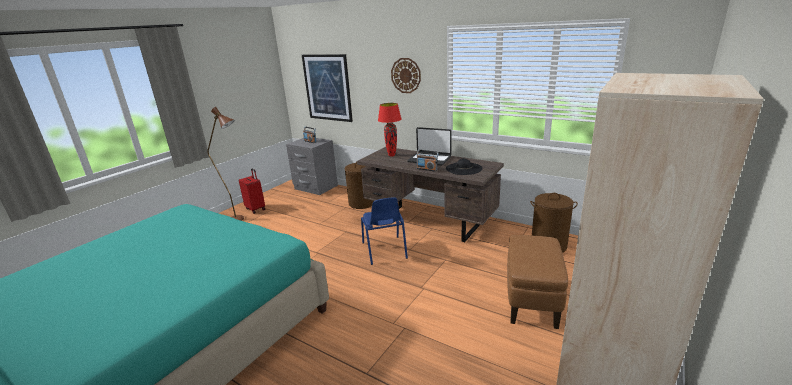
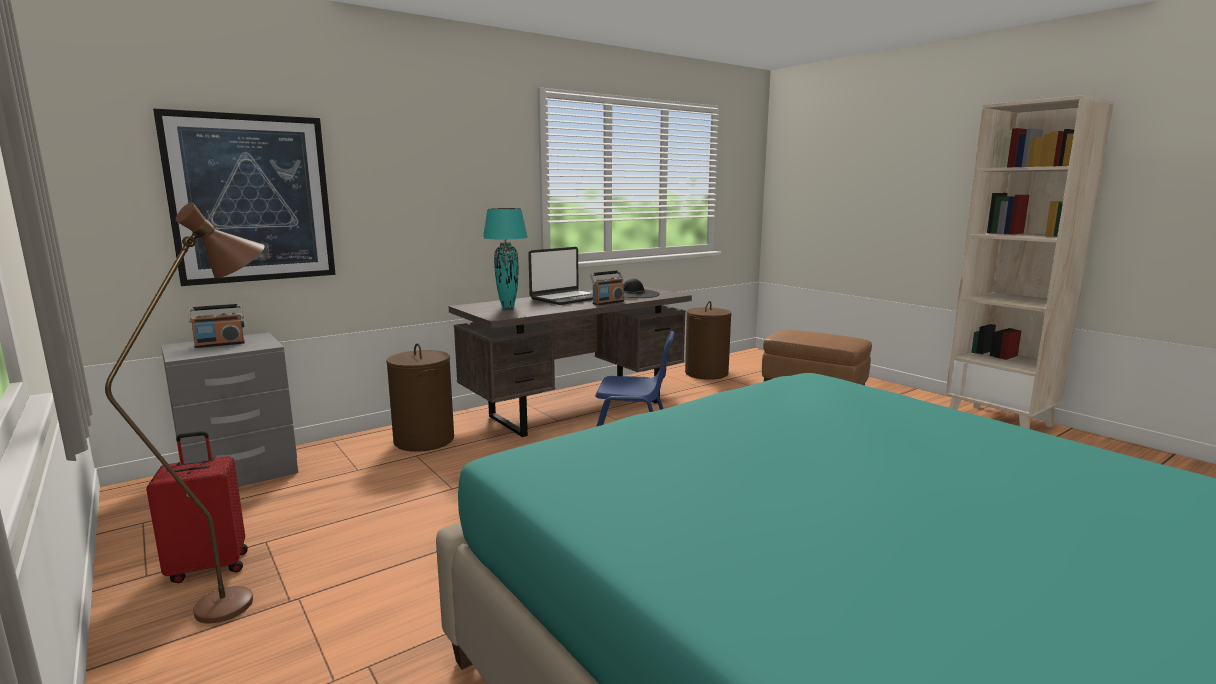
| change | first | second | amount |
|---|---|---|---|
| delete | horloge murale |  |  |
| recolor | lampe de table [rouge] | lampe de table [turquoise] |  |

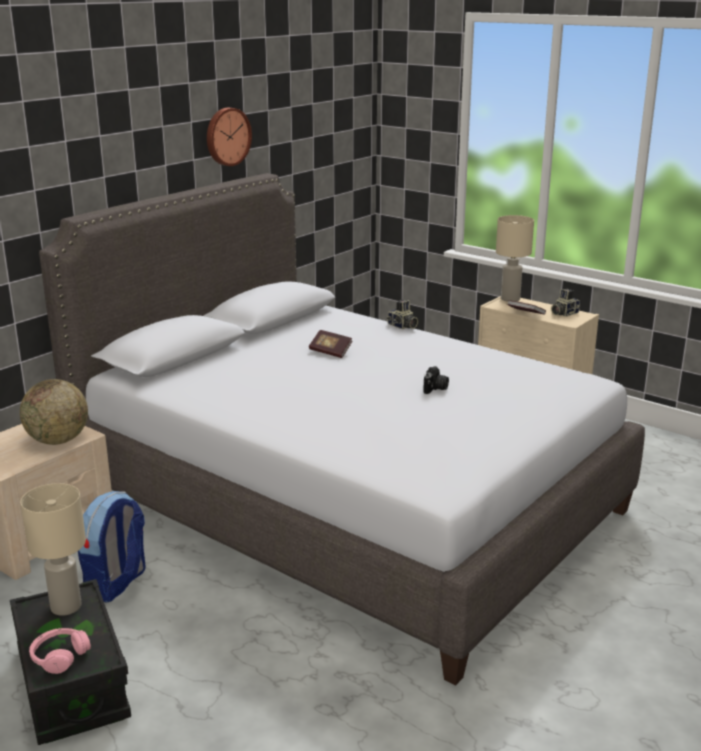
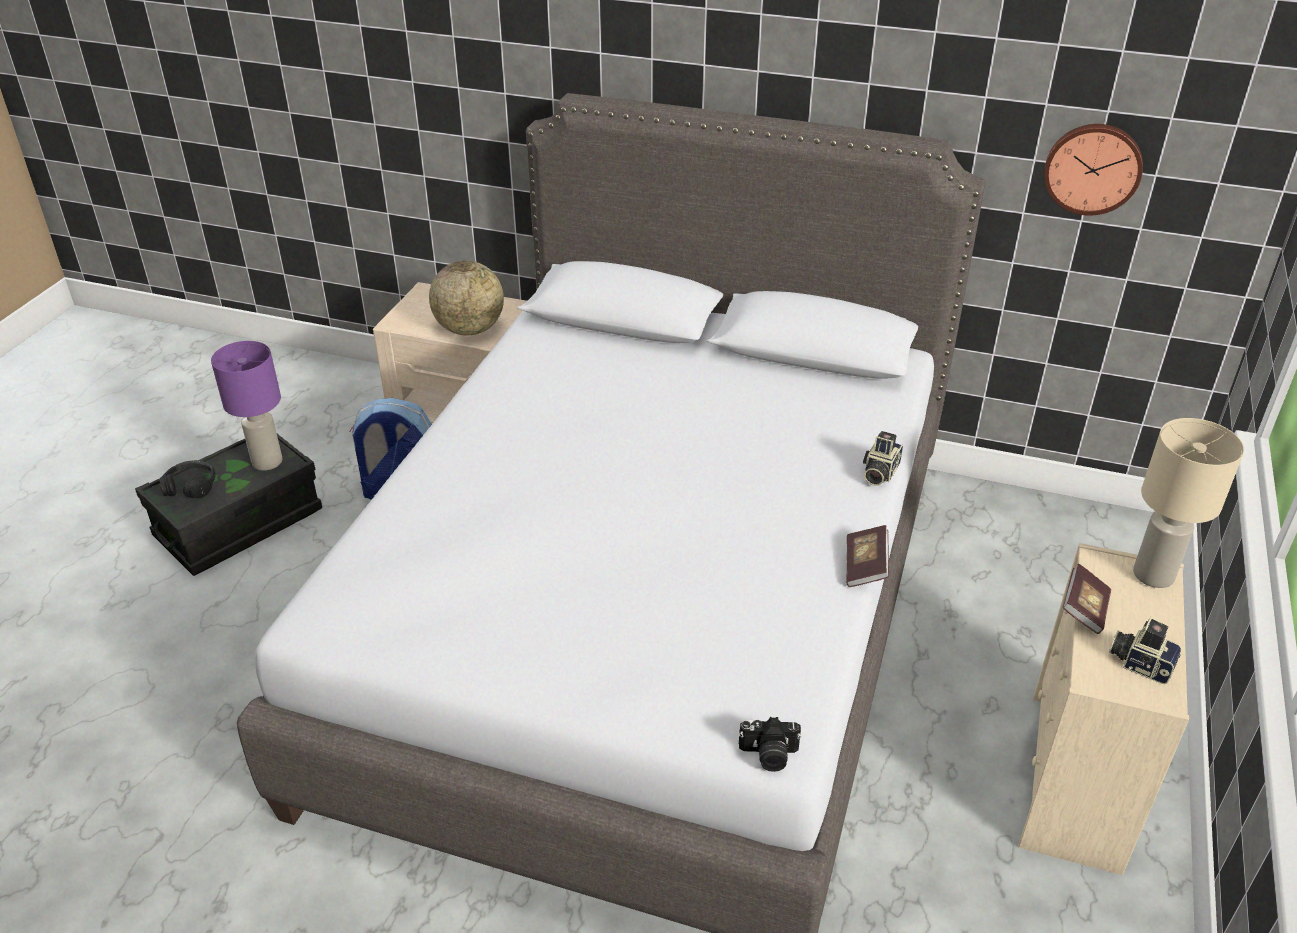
| change | first | second | amount |
|---|---|---|---|
| move | horloge murale |  |  |
| move | livre (1st from left) |  |  |
| move | appareil photo (2nd from left in the first image) | appareil photo (1st from left) |  |
| recolor | lampe de table [beige] (1st from left) | lampe de table [violet] |  |
| recolor | casque audio [rose] | casque audio [noir] |  |

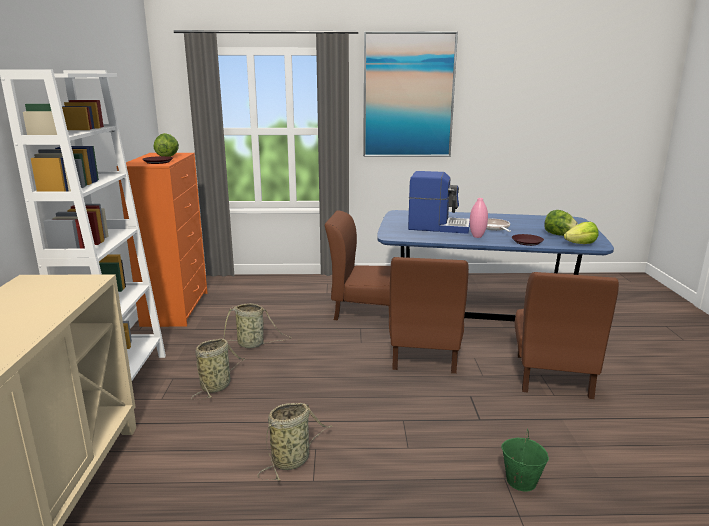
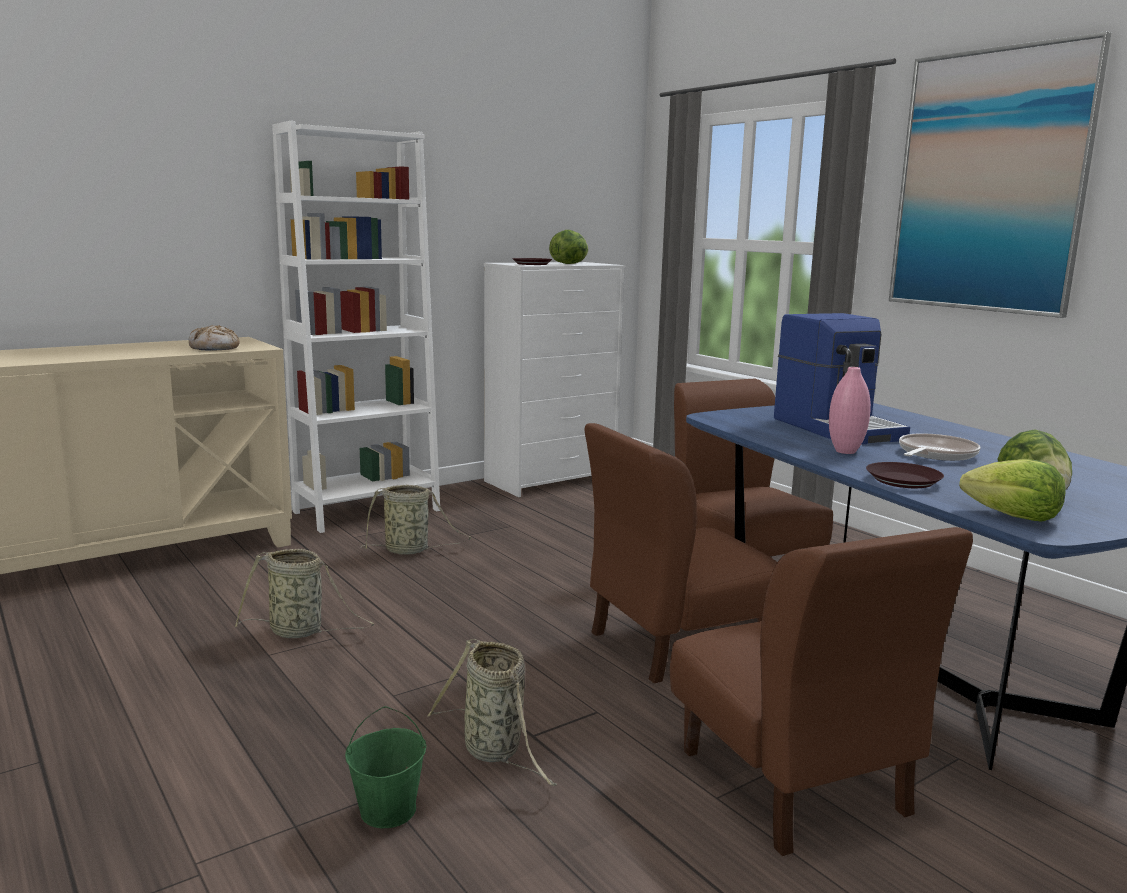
| change | first | second | amount |
|---|---|---|---|
| recolor | commode [orange] | commode [blanc] |  |
| rotate | chaise [marron] (3rd from left) |  | 90 degrees counterclockwise |
| move | panier (2nd from left in the first image) | panier (3rd from left) |  |
| insert |  | pain |  |

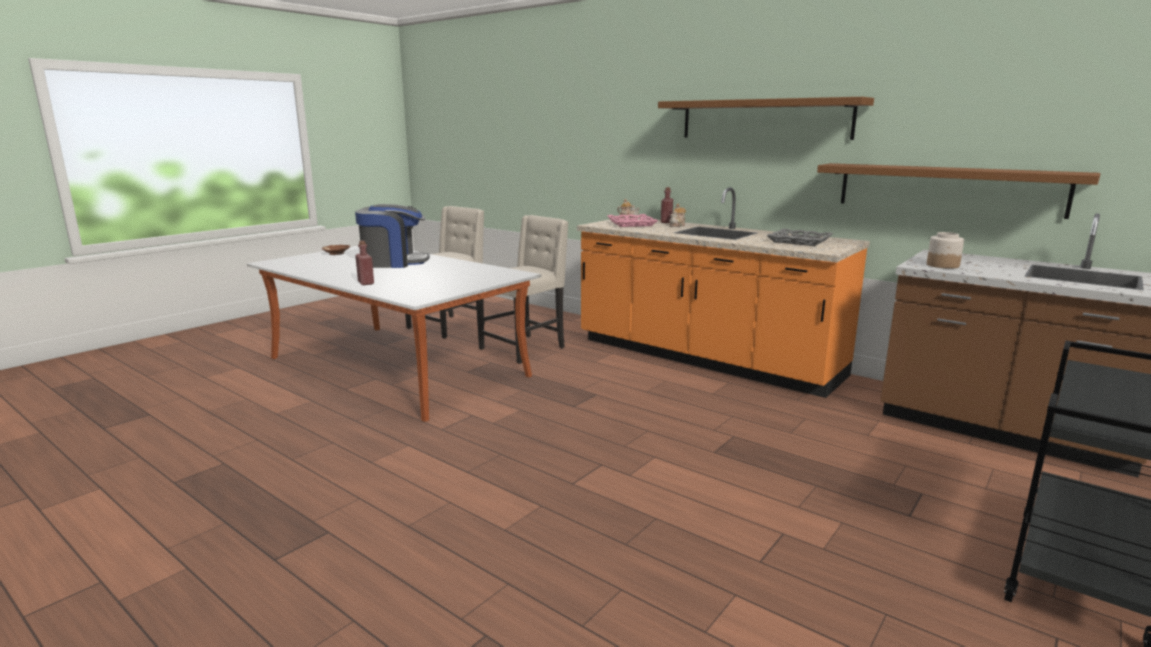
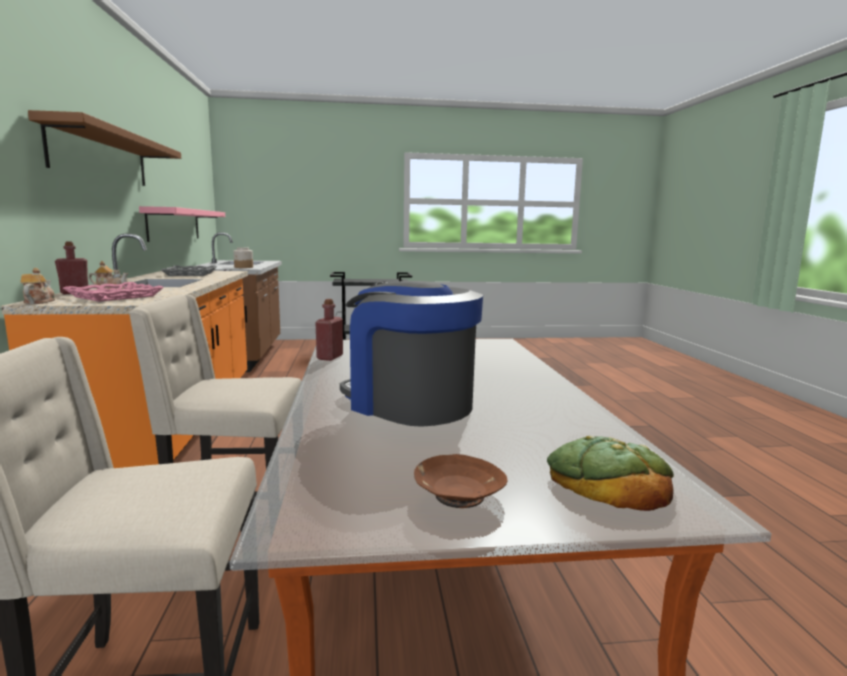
| change | first | second | amount |
|---|---|---|---|
| recolor | étagère [marron] (2nd from left) | étagère [rose] |  |
| move | bouteille [rouge] (1st from left in the first image) | bouteille [rouge] (2nd from left) |  |
| insert |  | pain |  |

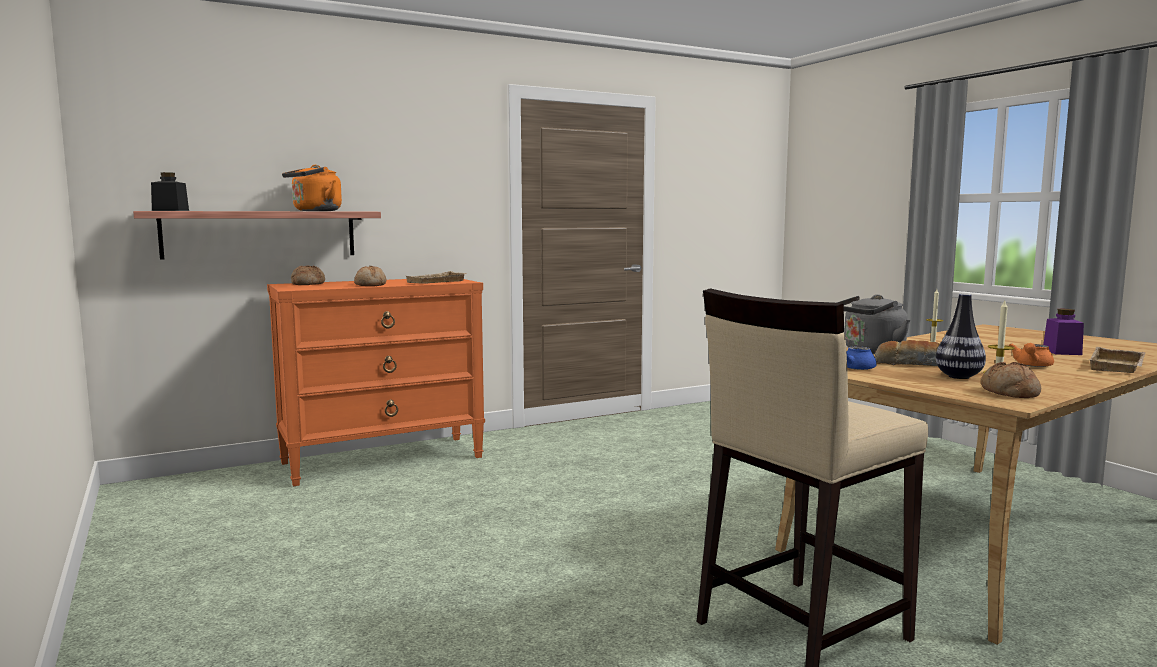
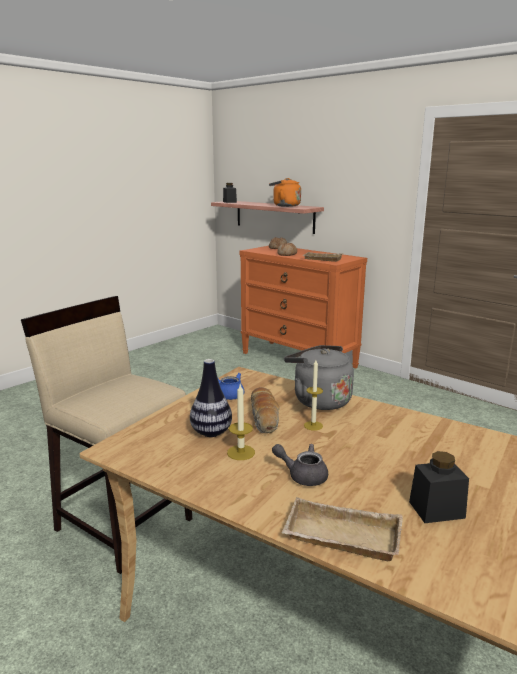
| change | first | second | amount |
|---|---|---|---|
| recolor | bocal [violet] | bocal [noir] (2nd from left) |  |
| recolor | théière [orange] | théière [gris] |  |
| delete | pain (4th from left) |  |  |

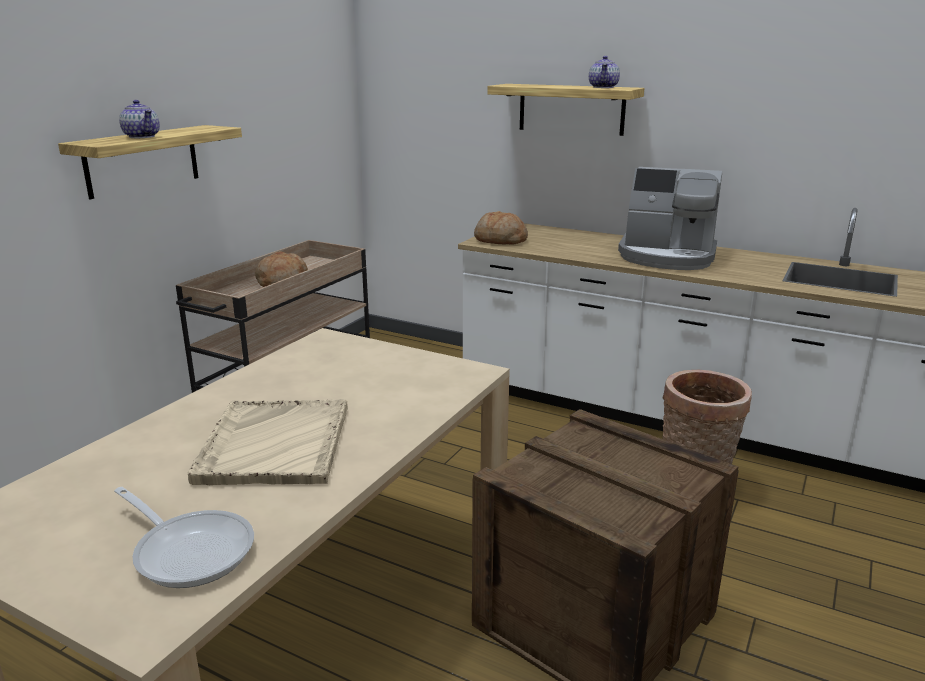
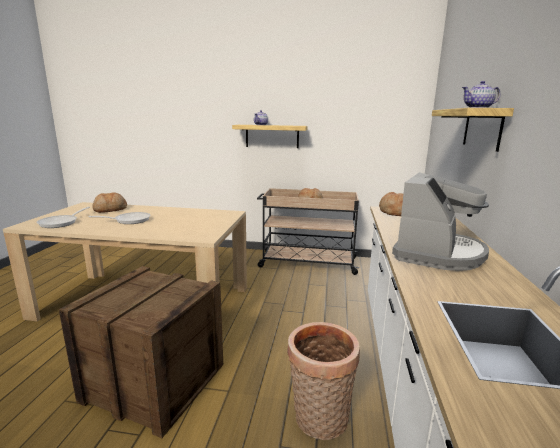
| change | first | second | amount |
|---|---|---|---|
| rotate | machine à café |  | 150 degrees counterclockwise |
| replace | plateau [beige] | poêle (2nd from left) |  |
| insert |  | pain (1st from left) |  |

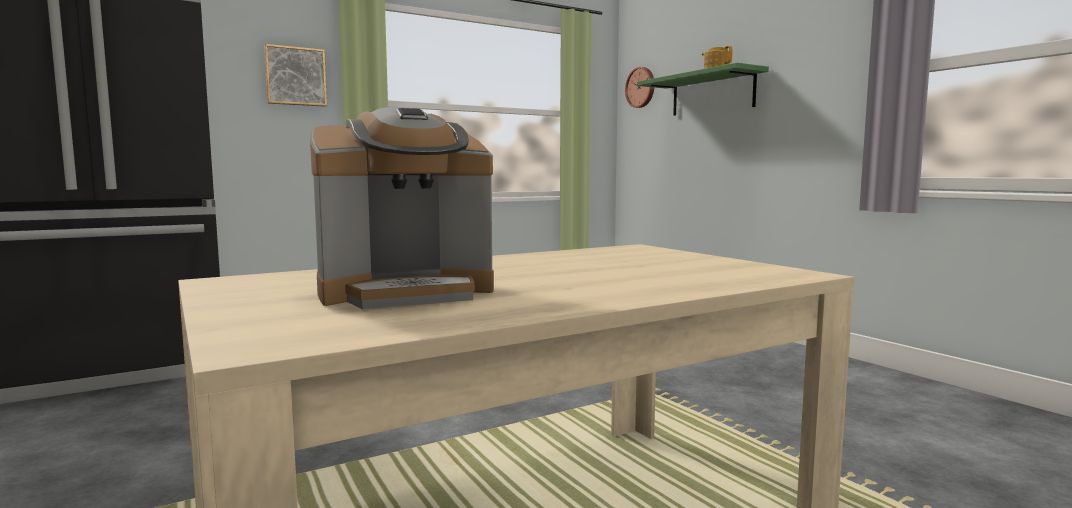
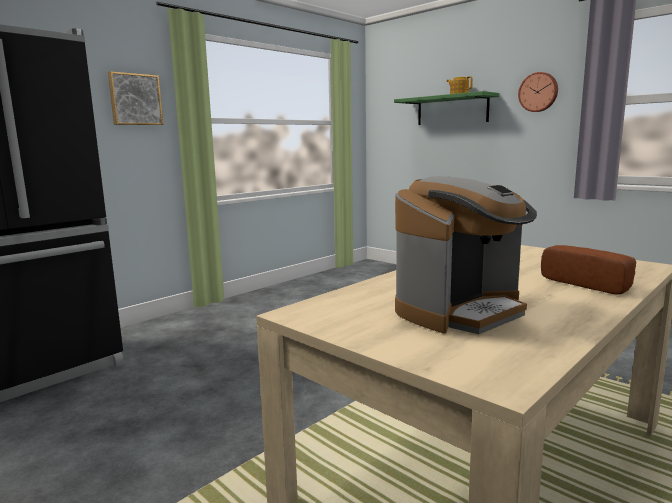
| change | first | second | amount |
|---|---|---|---|
| move | horloge murale |  |  |
| insert |  | pain |  |

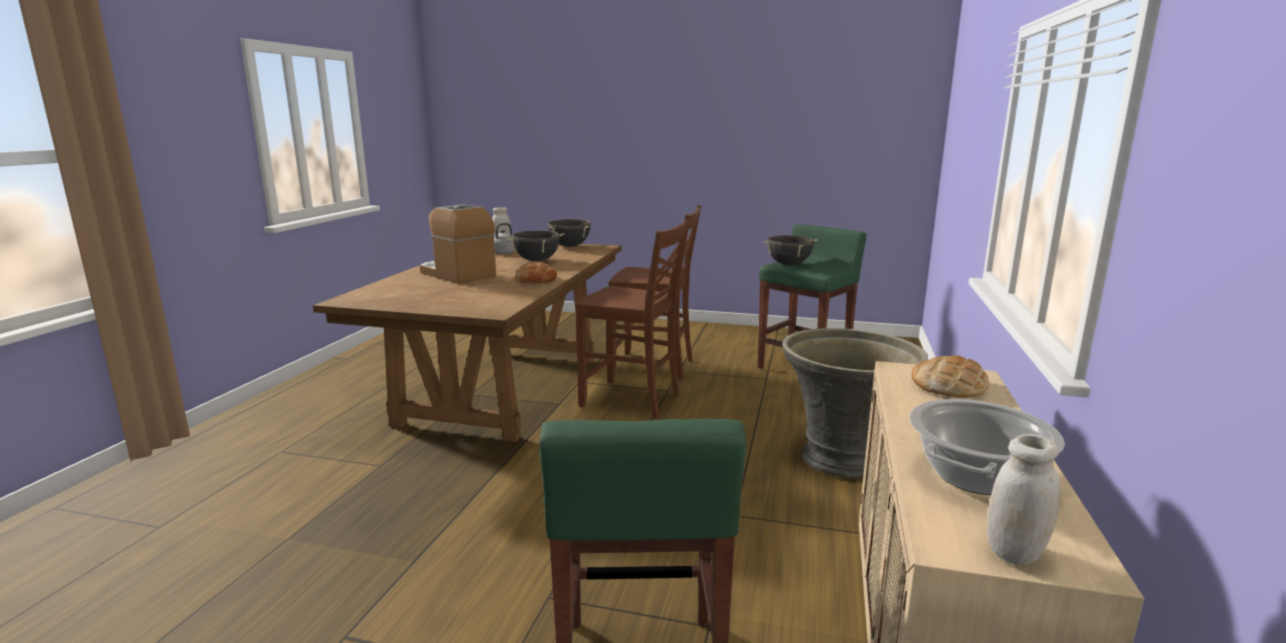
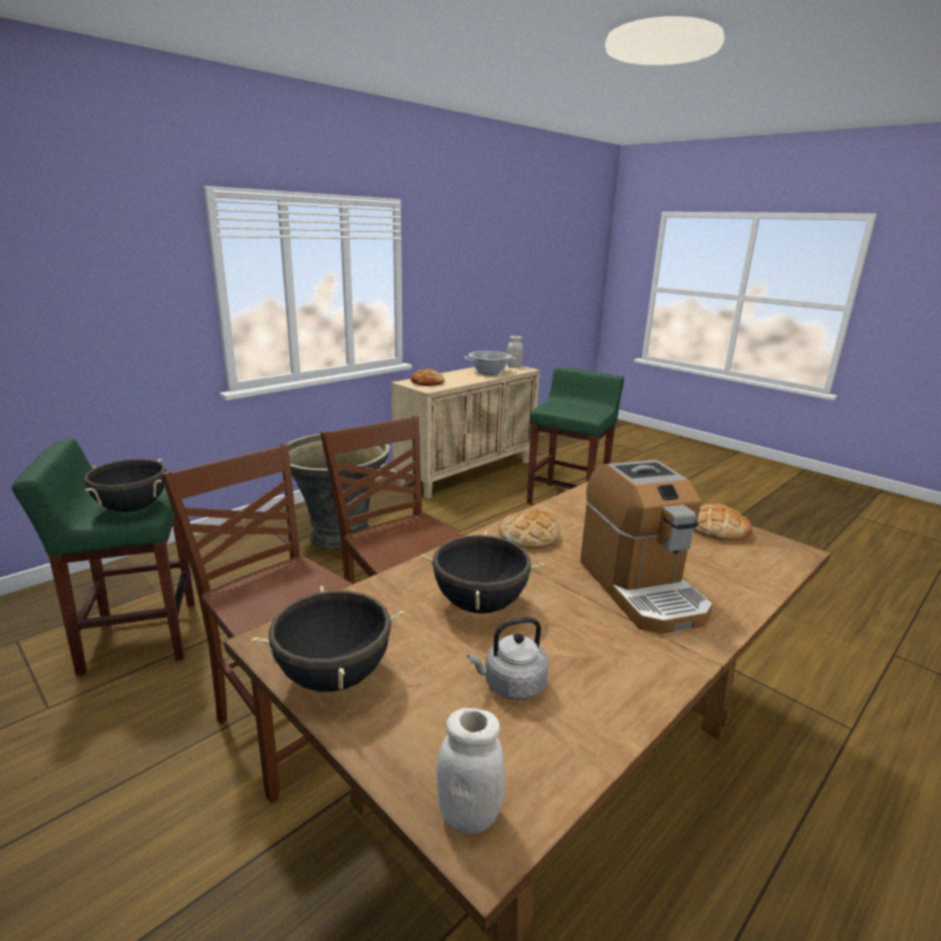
| change | first | second | amount |
|---|---|---|---|
| insert |  | pain (3rd from left) |  |

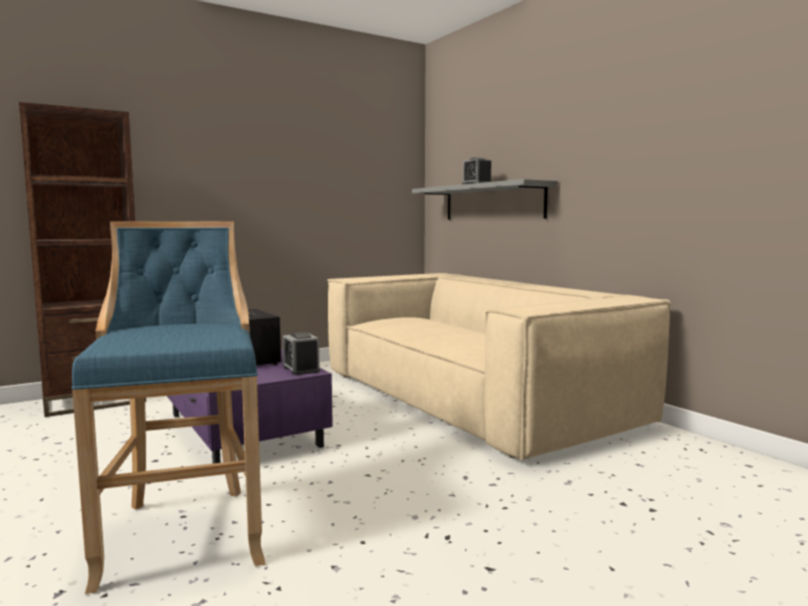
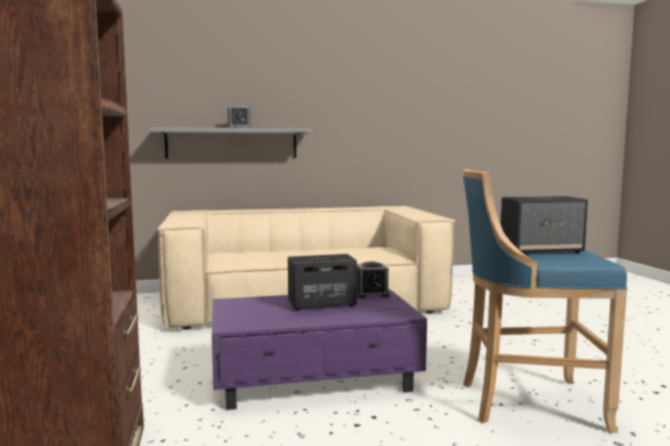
| change | first | second | amount |
|---|---|---|---|
| insert |  | enceinte (2nd from left) |  |

